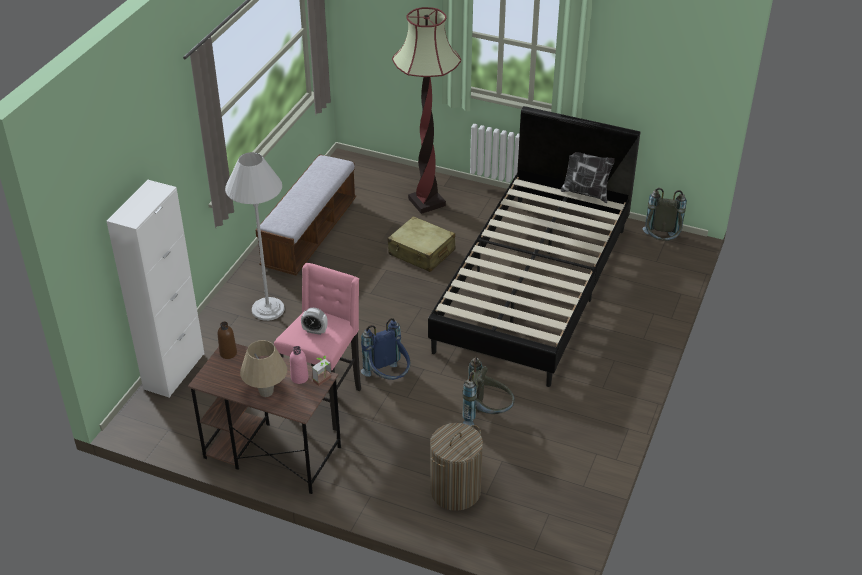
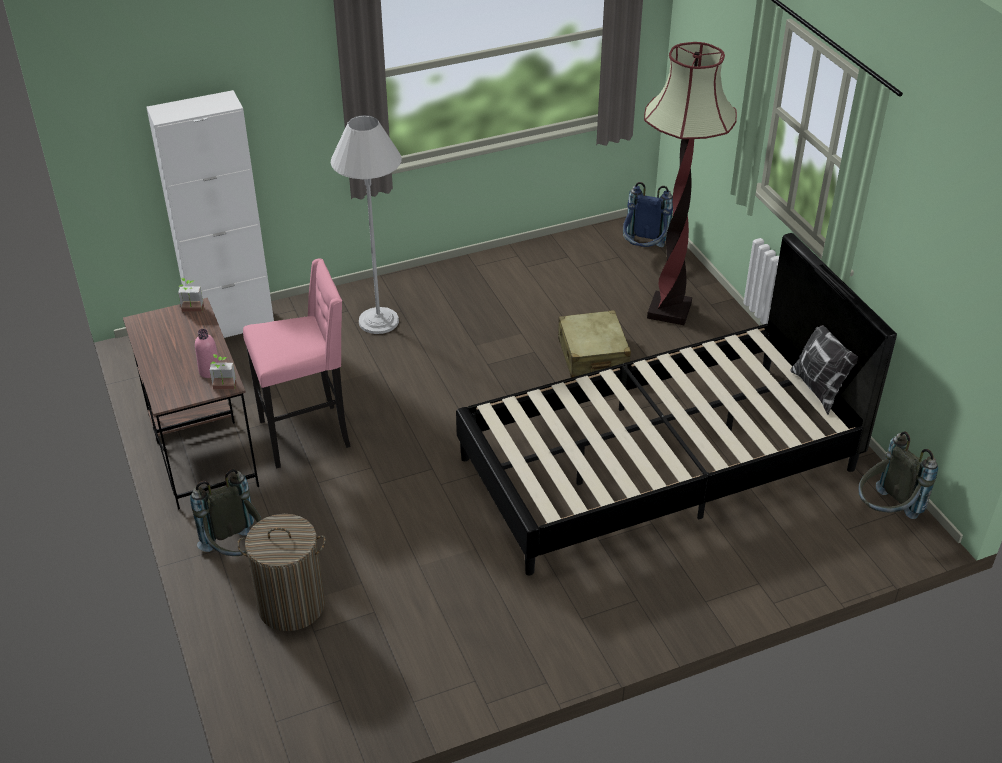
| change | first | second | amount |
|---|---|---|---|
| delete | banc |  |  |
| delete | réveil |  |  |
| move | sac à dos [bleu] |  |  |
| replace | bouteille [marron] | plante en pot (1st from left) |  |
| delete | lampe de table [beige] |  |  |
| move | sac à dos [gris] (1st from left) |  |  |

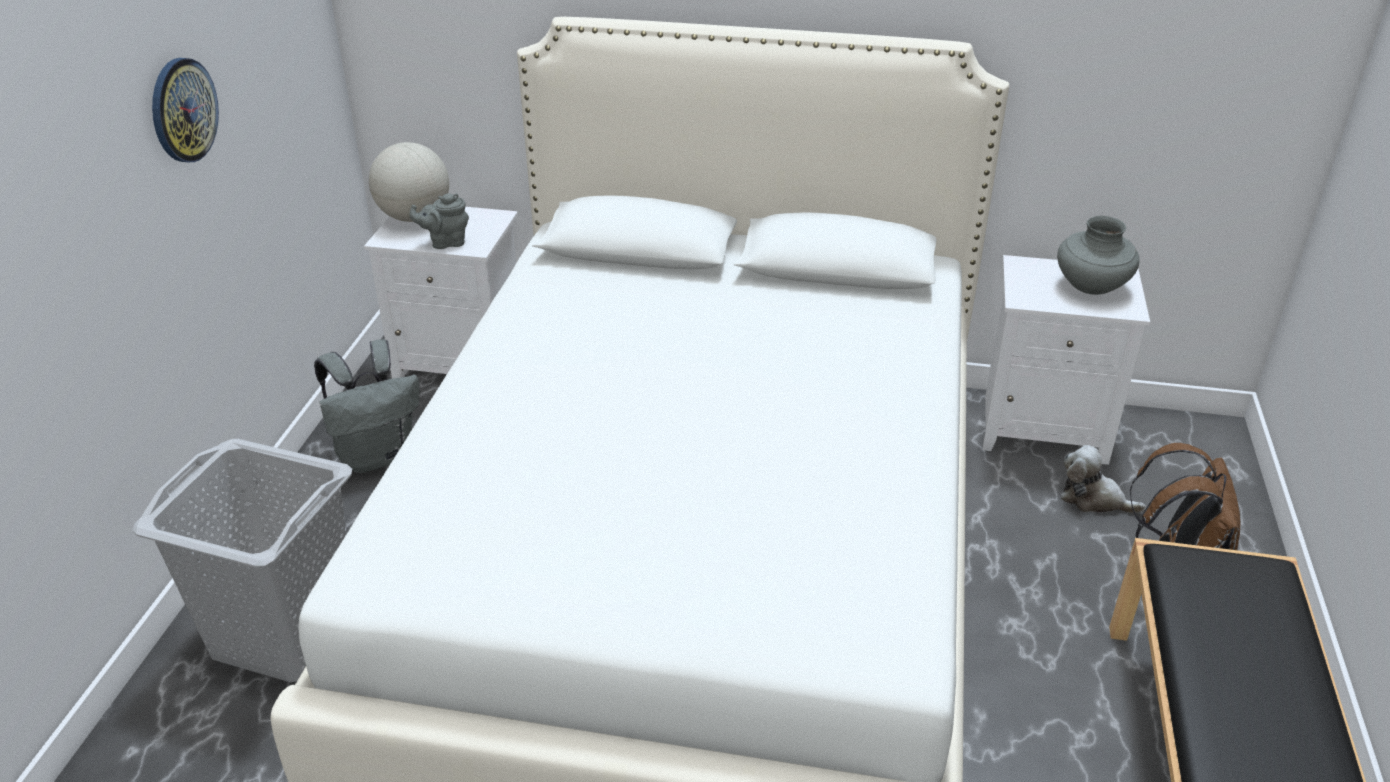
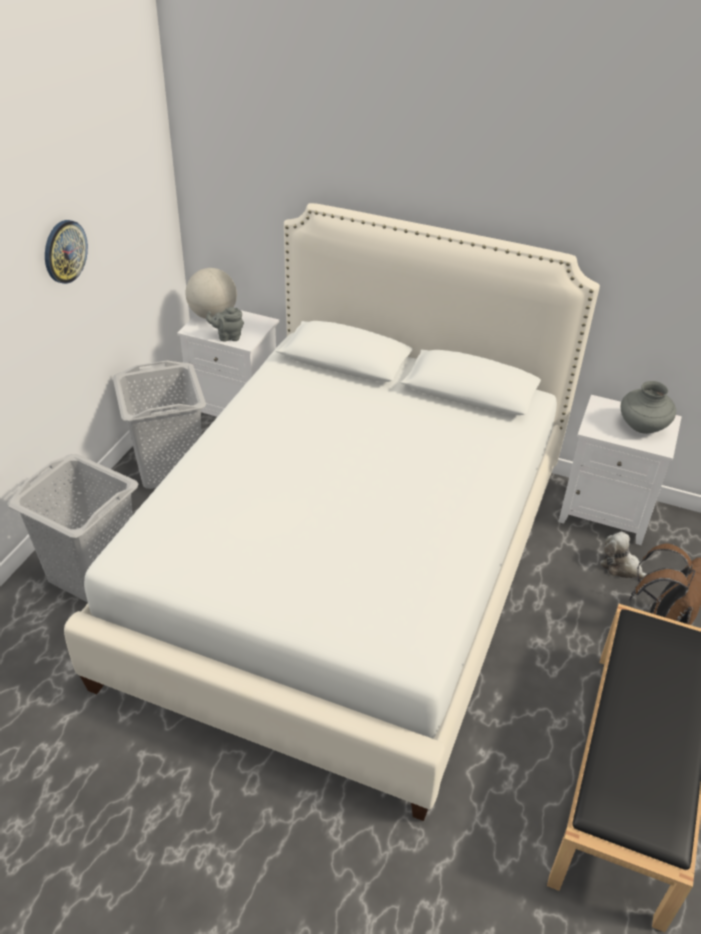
| change | first | second | amount |
|---|---|---|---|
| replace | sac à dos [gris] | panier à linge [gris] (2nd from left) |  |

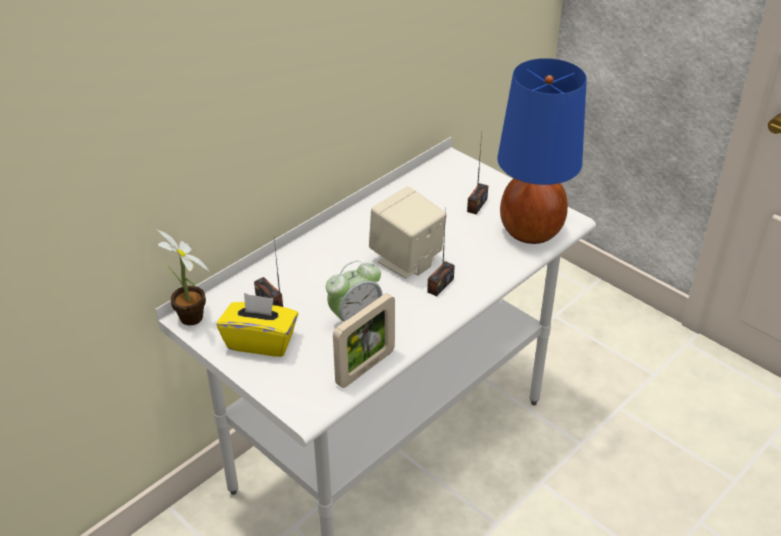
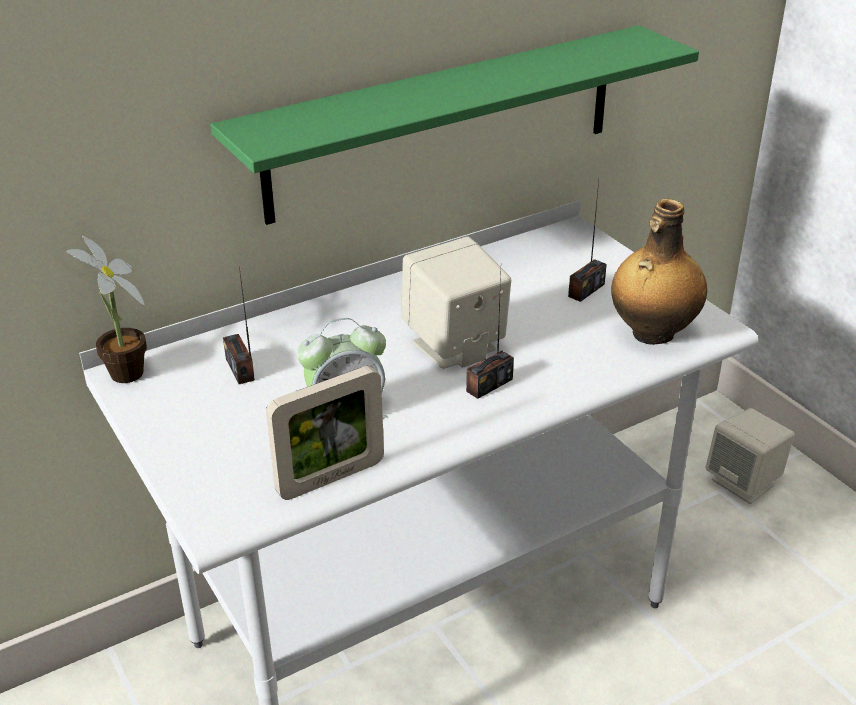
| change | first | second | amount |
|---|---|---|---|
| replace | lampe de table [bleu] | bouteille |  |
| delete | boîte à mouchoirs [jaune] |  |  |
| insert |  | étagère [vert] |  |
| insert |  | enceinte [beige] (2nd from left) |  |

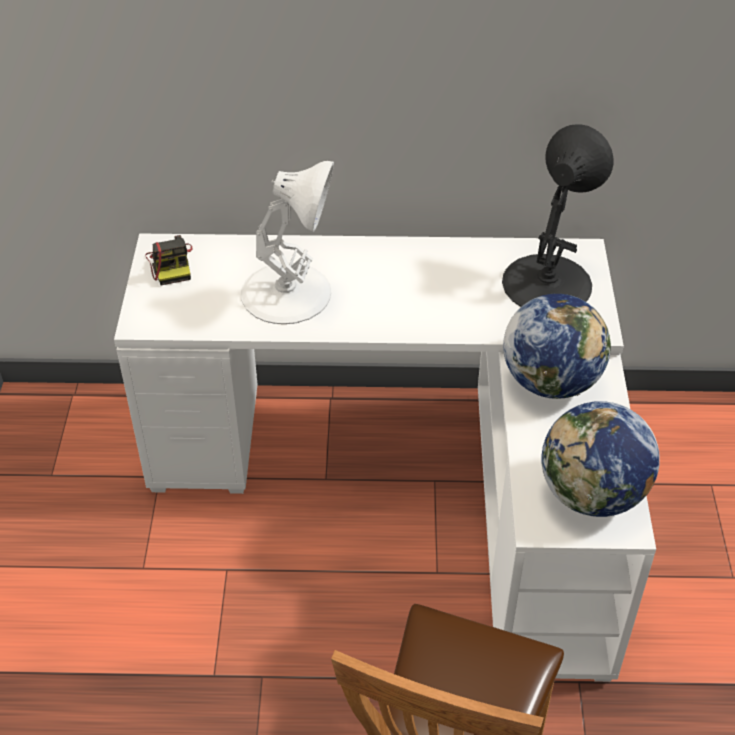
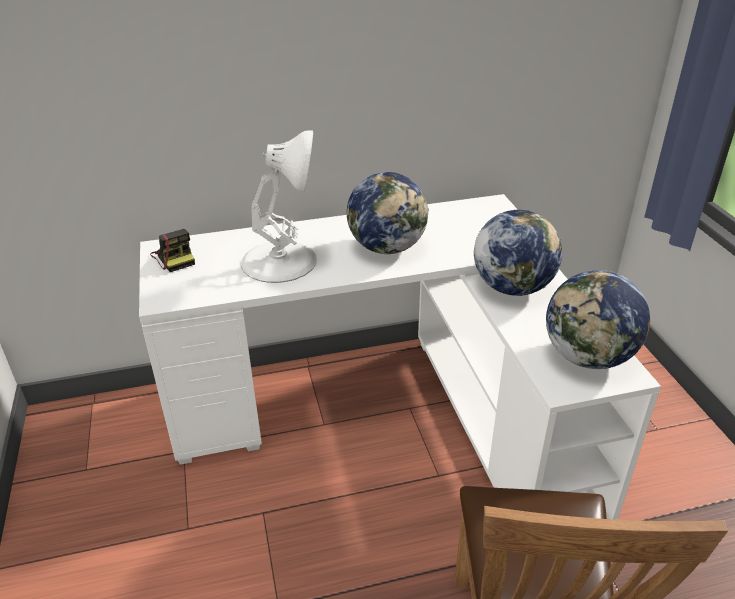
| change | first | second | amount |
|---|---|---|---|
| delete | lampe de table [noir] |  |  |
| insert |  | globe (1st from left) |  |

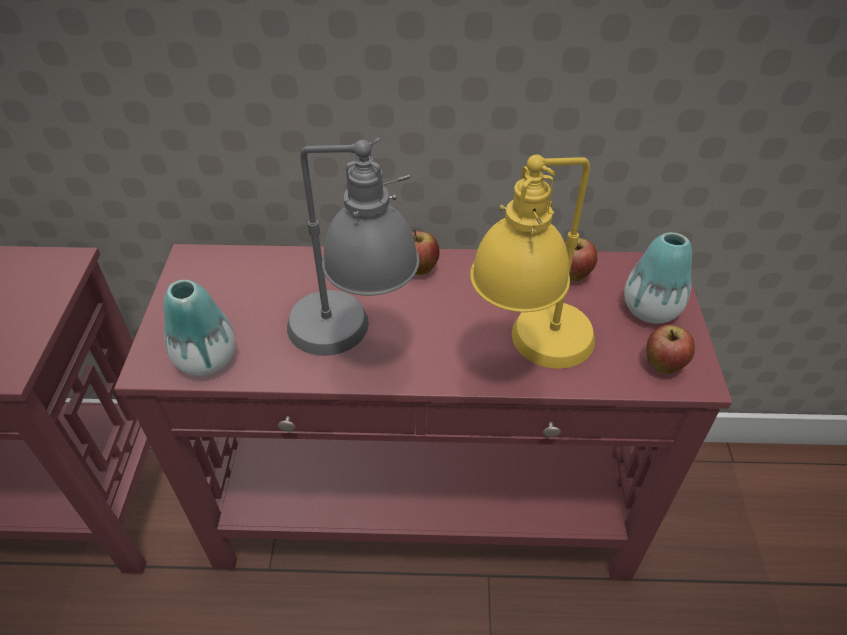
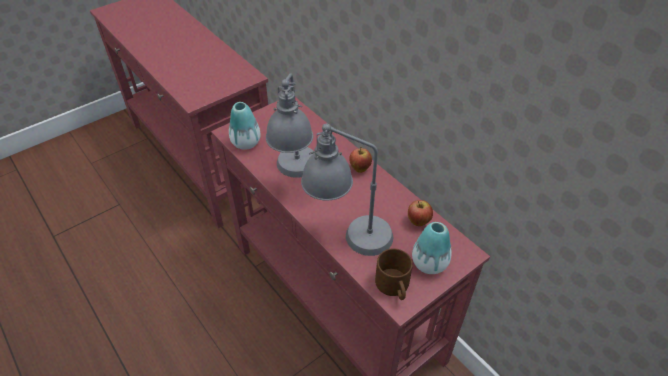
| change | first | second | amount |
|---|---|---|---|
| recolor | lampe de table [jaune] | lampe de table [gris] (2nd from left) |  |
| replace | pomme (3rd from left) | mug [marron] |  |

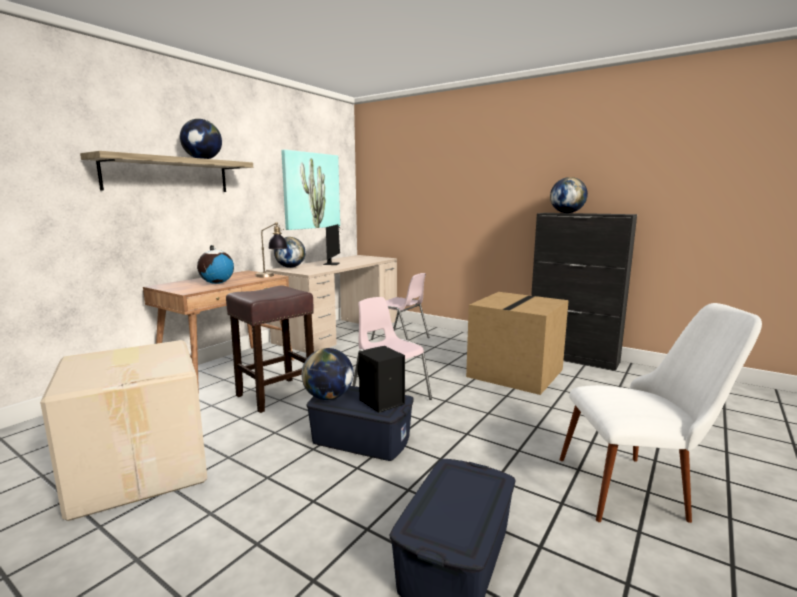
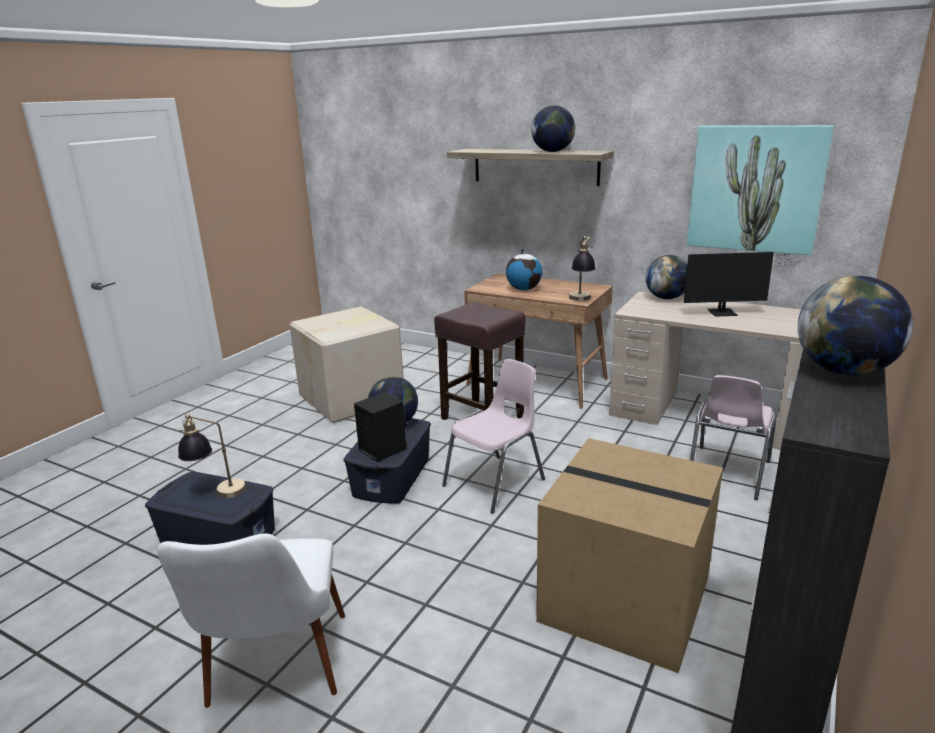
| change | first | second | amount |
|---|---|---|---|
| insert |  | lampe de table (1st from left) |  |

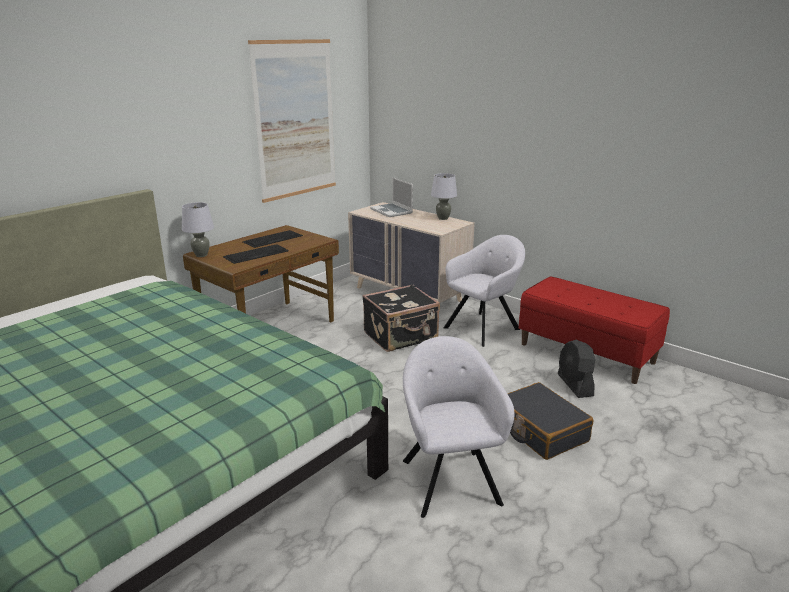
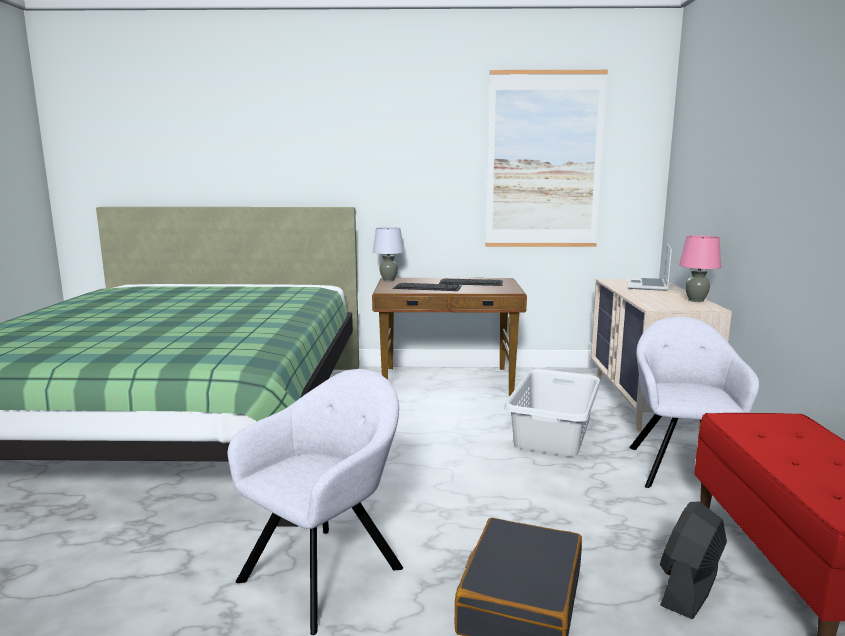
| change | first | second | amount |
|---|---|---|---|
| recolor | lampe de table [gris] (2nd from left) | lampe de table [rose] |  |
| rotate | fauteuil [gris] (2nd from left) |  | 90 degrees counterclockwise |
| replace | valise [noir] (1st from left) | panier à linge [gris] |  |

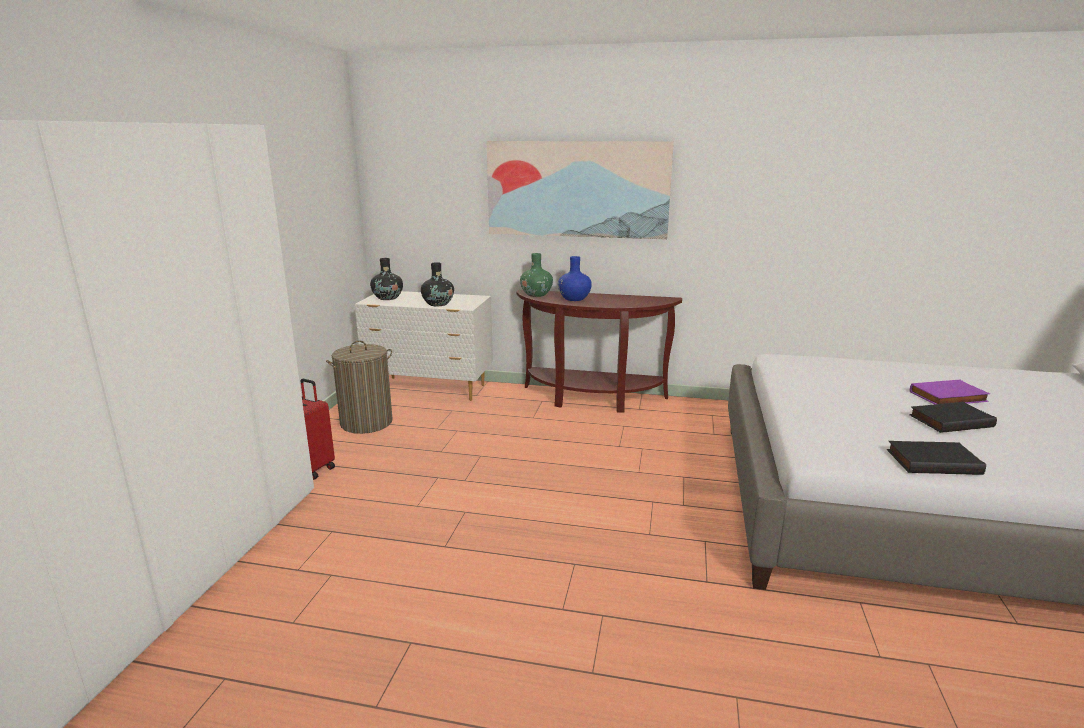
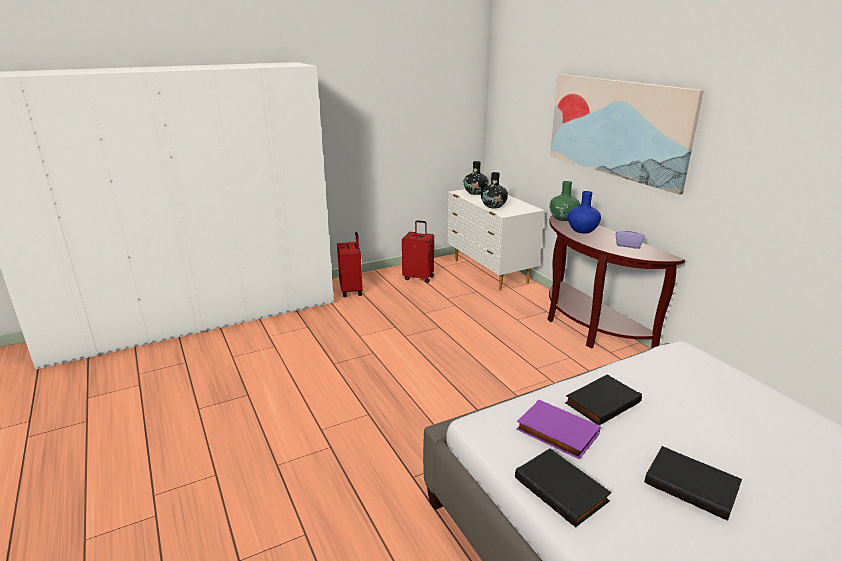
| change | first | second | amount |
|---|---|---|---|
| replace | panier à linge | valise [rouge] (2nd from left) |  |
| move | livre [violet] |  |  |
| insert |  | boîte à mouchoirs [violet] |  |
| insert |  | livre [noir] (2nd from left) |  |

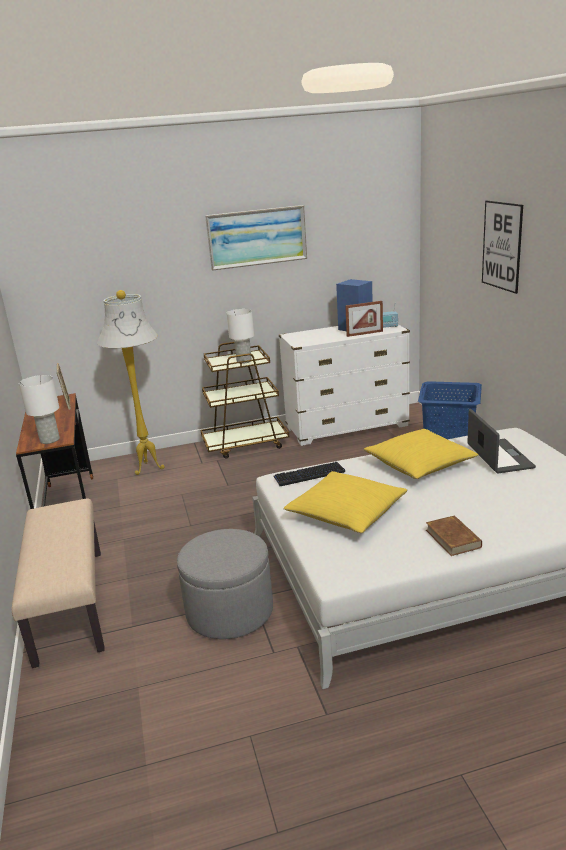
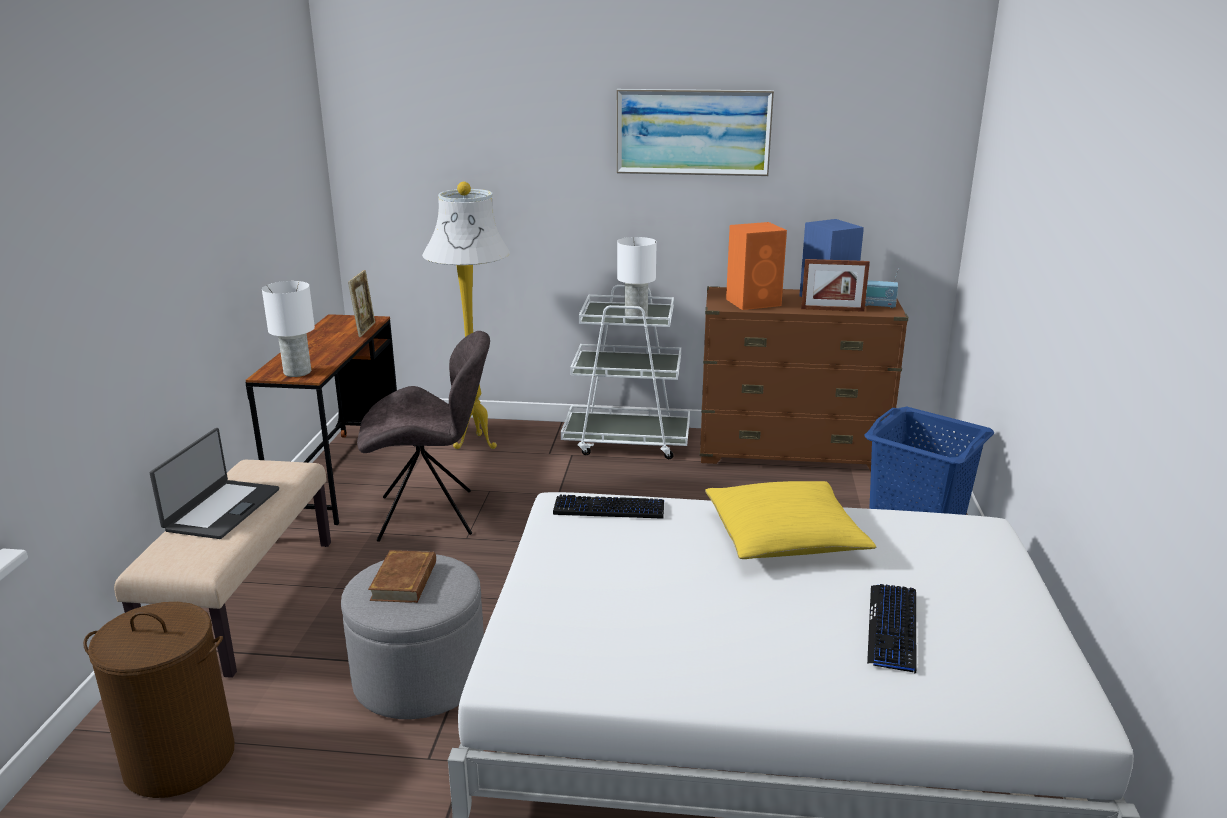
| change | first | second | amount |
|---|---|---|---|
| delete | tableau (2nd from left) |  |  |
| recolor | commode [blanc] | commode [marron] |  |
| recolor | chariot [marron] | chariot [blanc] |  |
| move | ordinateur portable |  |  |
| delete | coussin [jaune] (1st from left) |  |  |
| move | livre [marron] |  |  |
| insert |  | enceinte [orange] |  |
| insert |  | chaise [gris] |  |
| insert |  | clavier (2nd from left) |  |
| insert |  | panier à linge [marron] |  |

